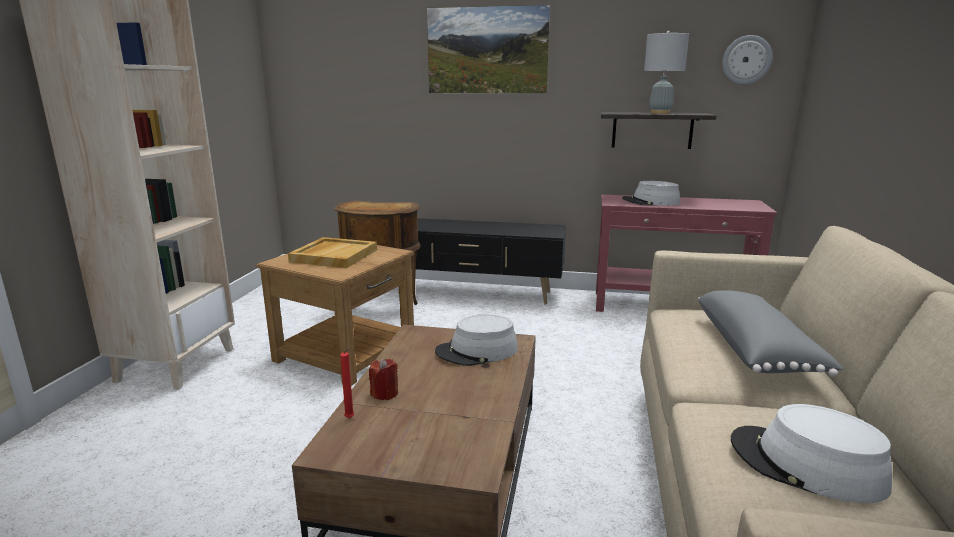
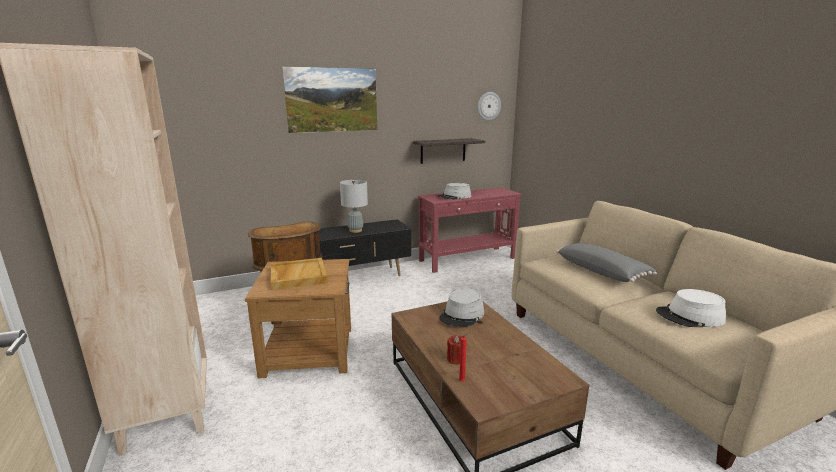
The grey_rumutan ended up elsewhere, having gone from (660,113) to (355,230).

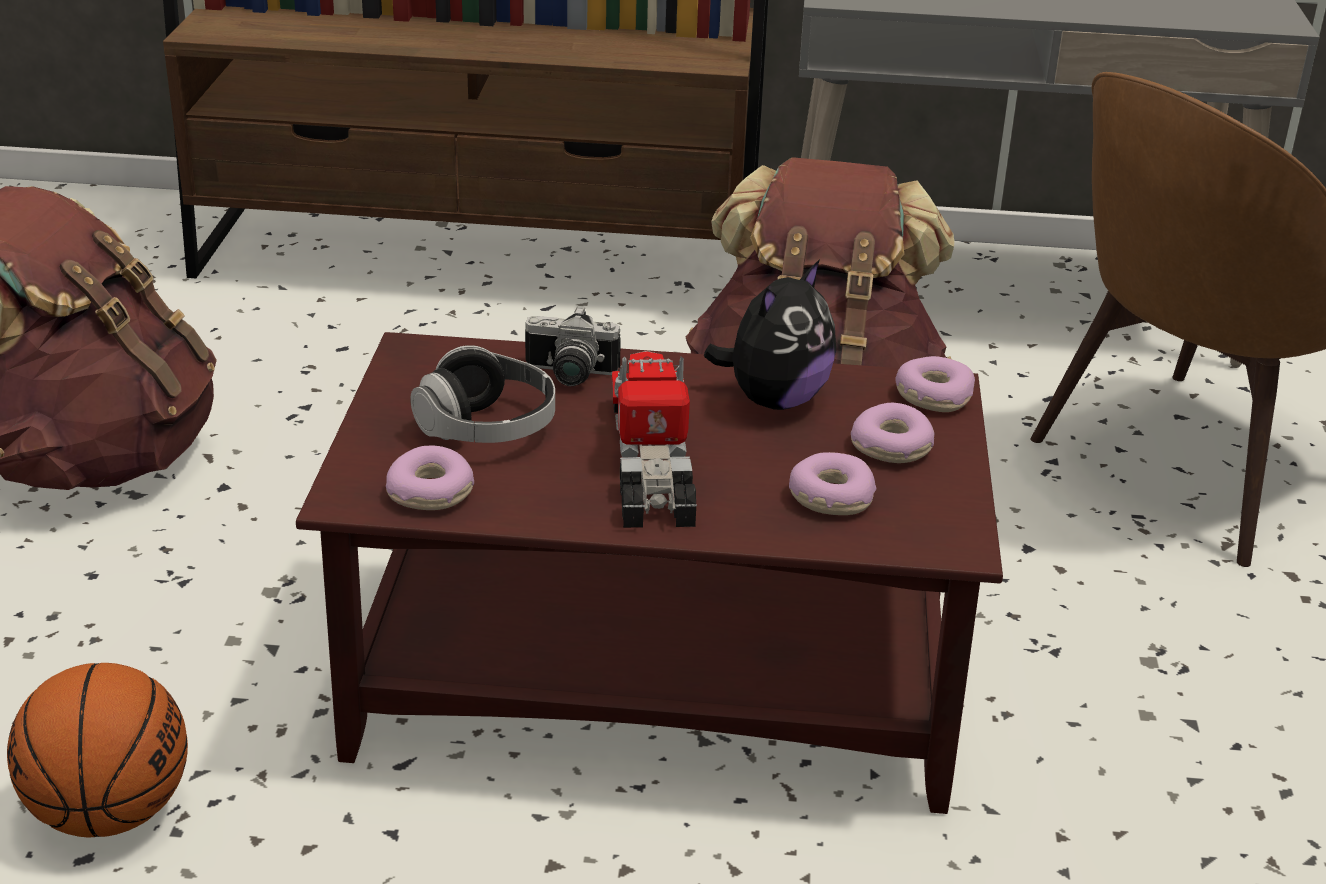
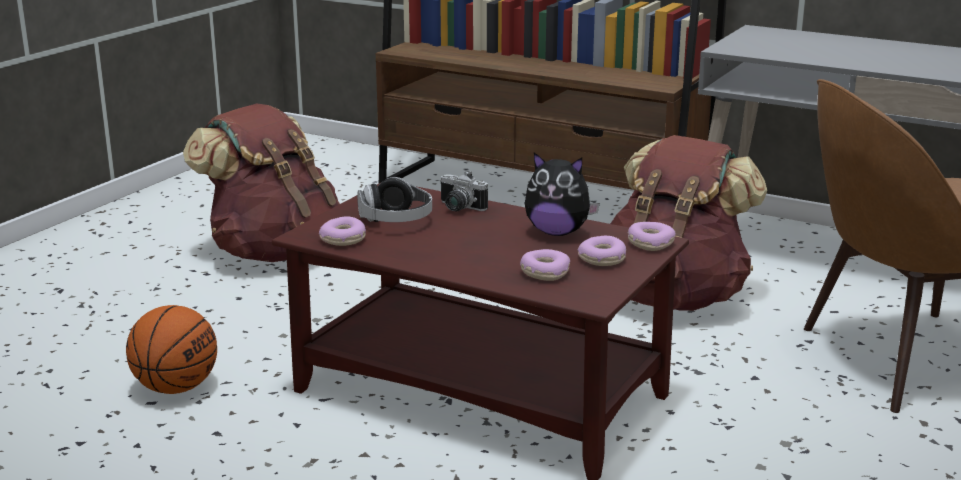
The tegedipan at (774,400) ended up facing another way, 45 degrees clockwise from before.
The second view lost the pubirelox at (652,461).

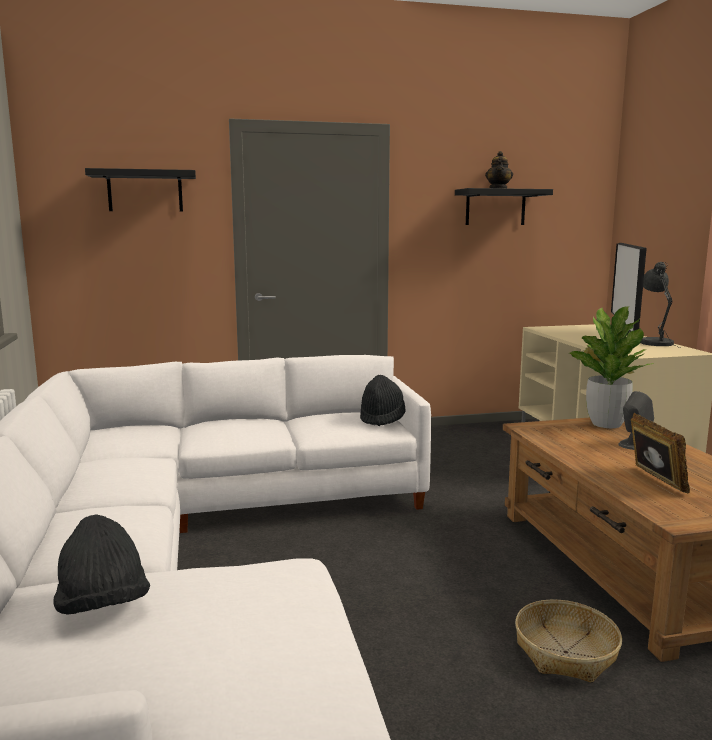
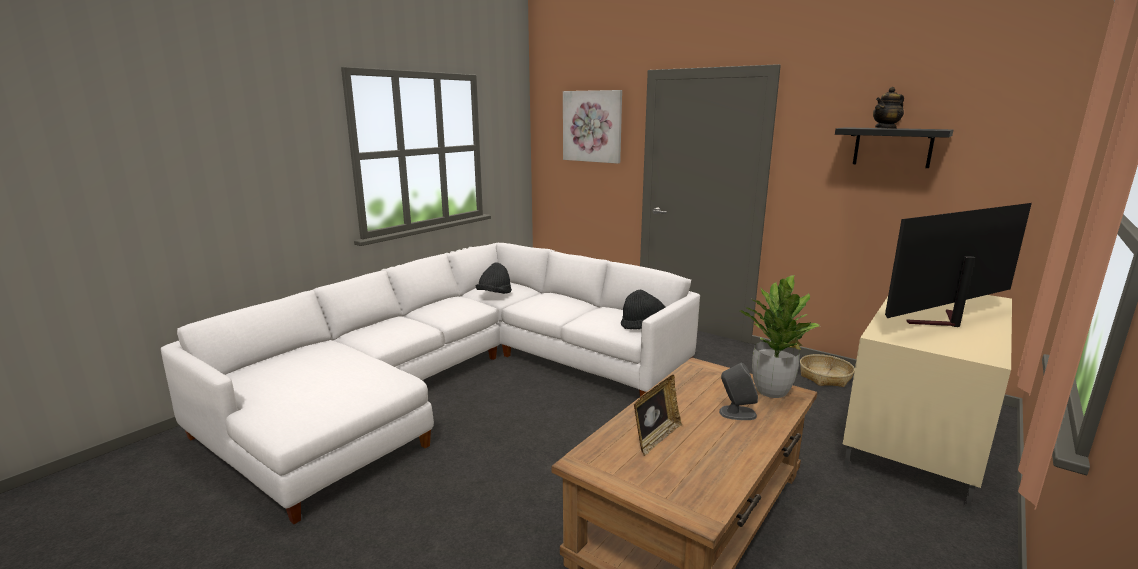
The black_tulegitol ended up elsewhere, having gone from (103,606) to (494,294).
Where the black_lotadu hung at (145,191), the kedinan came to hang at (592,126).
The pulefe ended up elsewhere, having gone from (566,652) to (825,377).
The second view lost the grey_rumutan at (655,343).

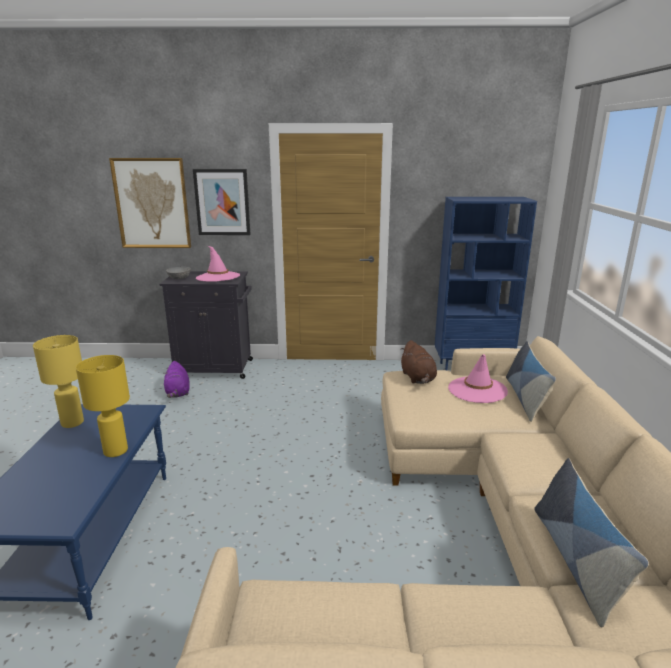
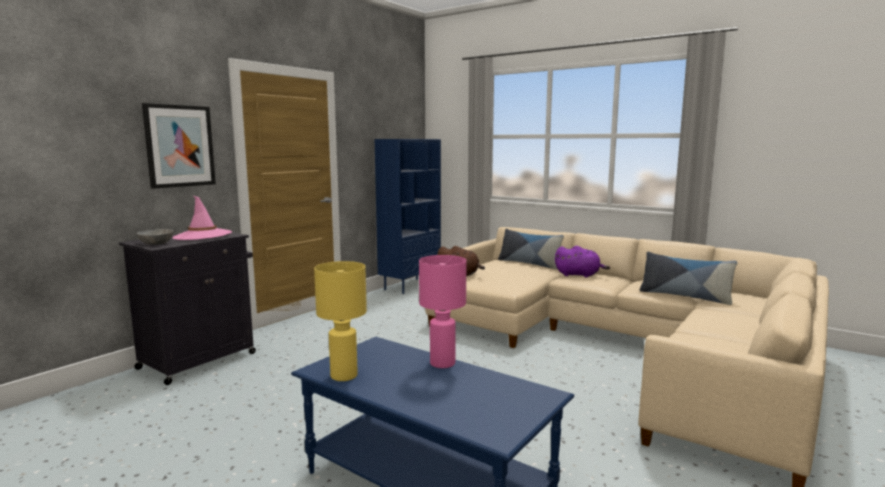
What was the yellow_rumutan at (116,451) turned into the pink_rumutan at (442,363).
The purple_tegedipan ended up elsewhere, having gone from (177,393) to (579,275).
The second view lost the kedinan at (152,203).
The second view lost the pink_tulegitol at (477,390).

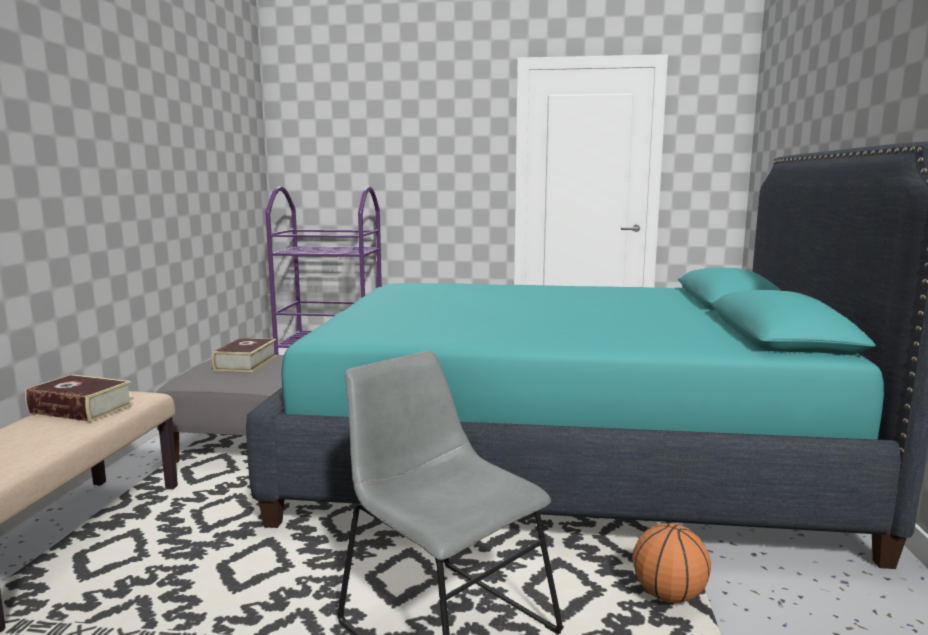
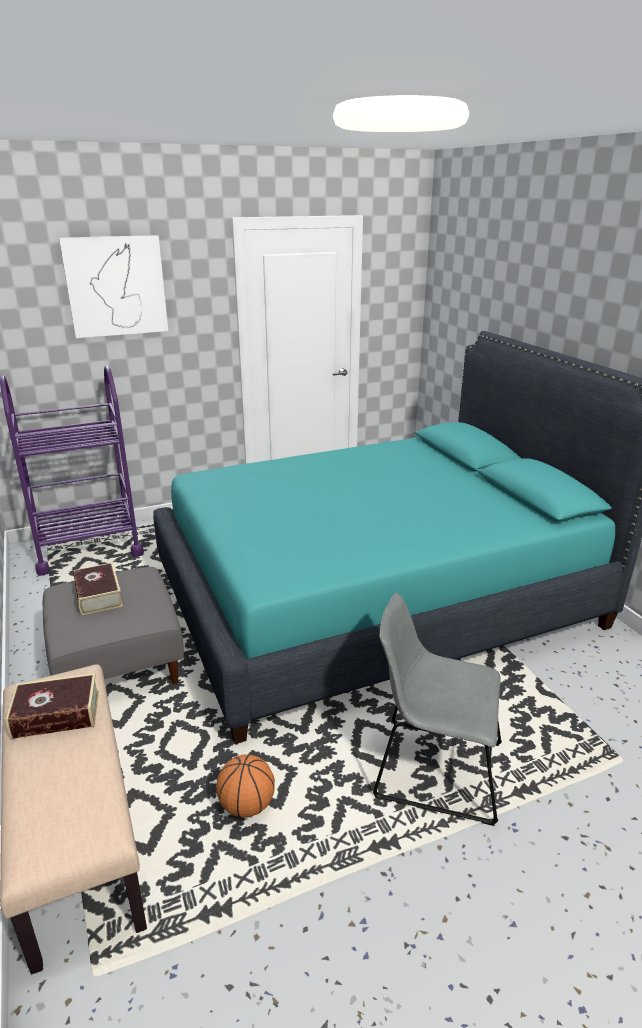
The second view gained the kedinan at (116,286).
The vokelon ended up elsewhere, having gone from (668,595) to (247,805).

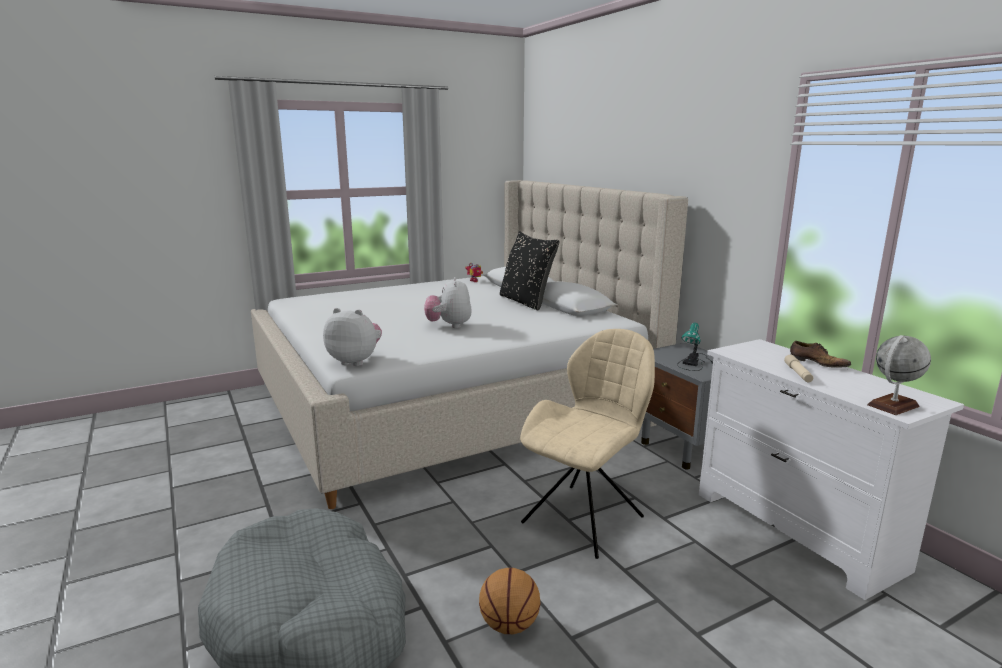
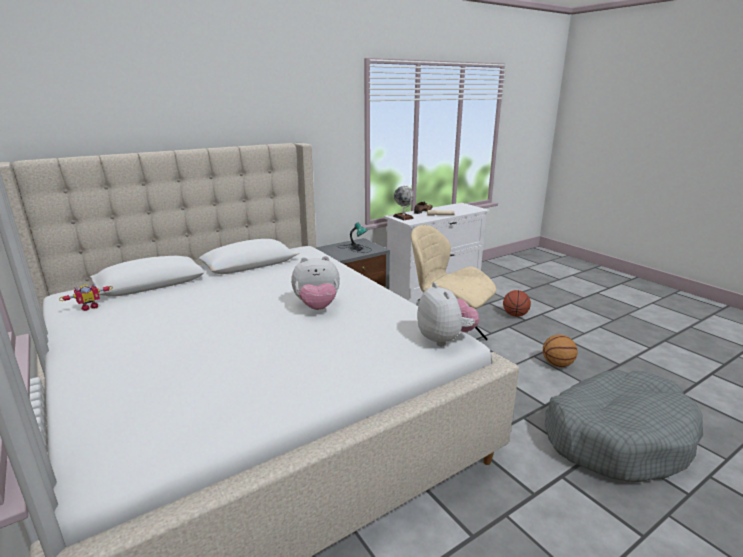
The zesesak ended up elsewhere, having gone from (893,406) to (403,217).
The tegedipan at (355,361) ended up facing another way, 150 degrees clockwise from before.
The second view gained the vokelon at (515,315).
The second view lost the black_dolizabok at (526,302).

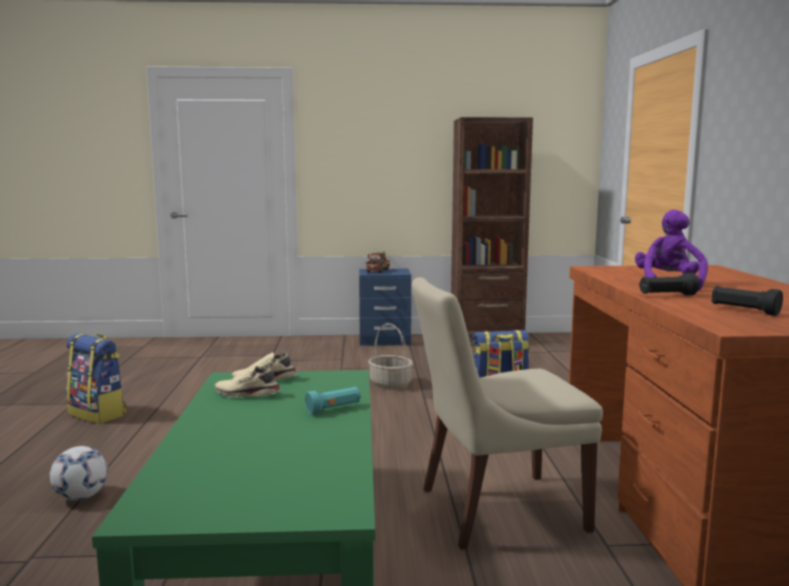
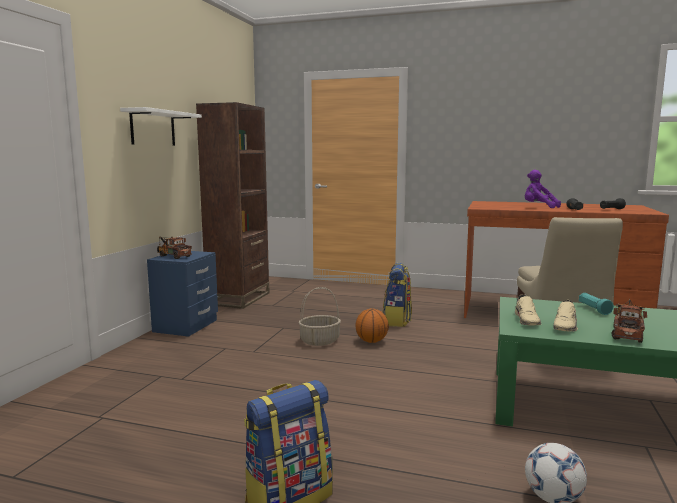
The second view gained the white_lotadu at (153,128).
The second view gained the vokelon at (371,341).
The second view gained the pubirelox at (627,333).

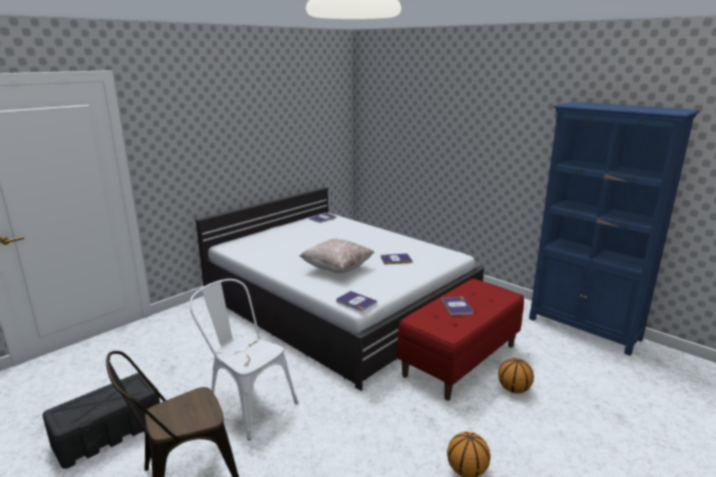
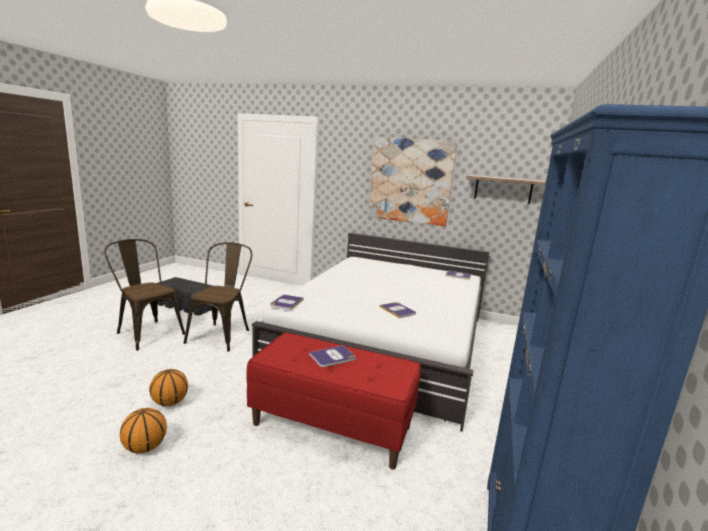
The vokelon ended up elsewhere, having gone from (514,389) to (169,403).
What was the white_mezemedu at (246,404) turned into the brown_mezemedu at (222,334).
The second view gained the kedinan at (410,181).
The second view gained the lotadu at (503,189).
The second view lost the beige_dolizabok at (337,269).

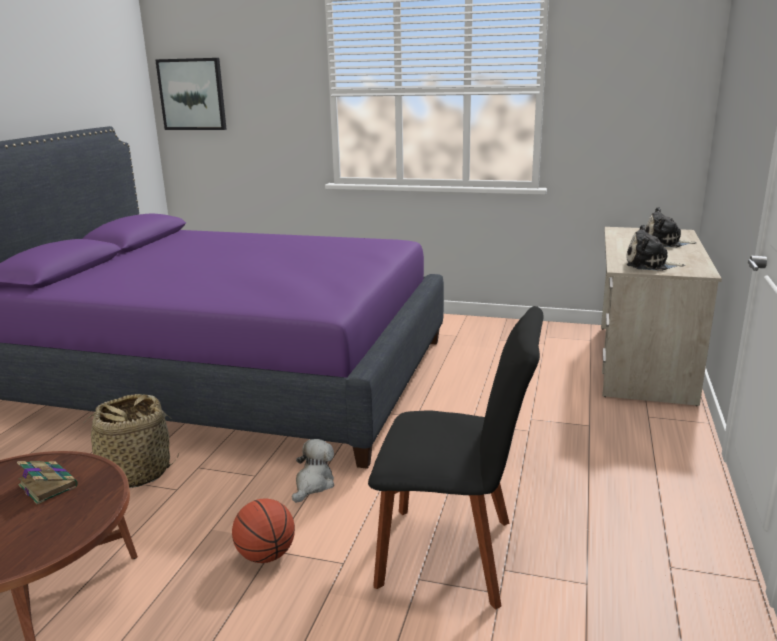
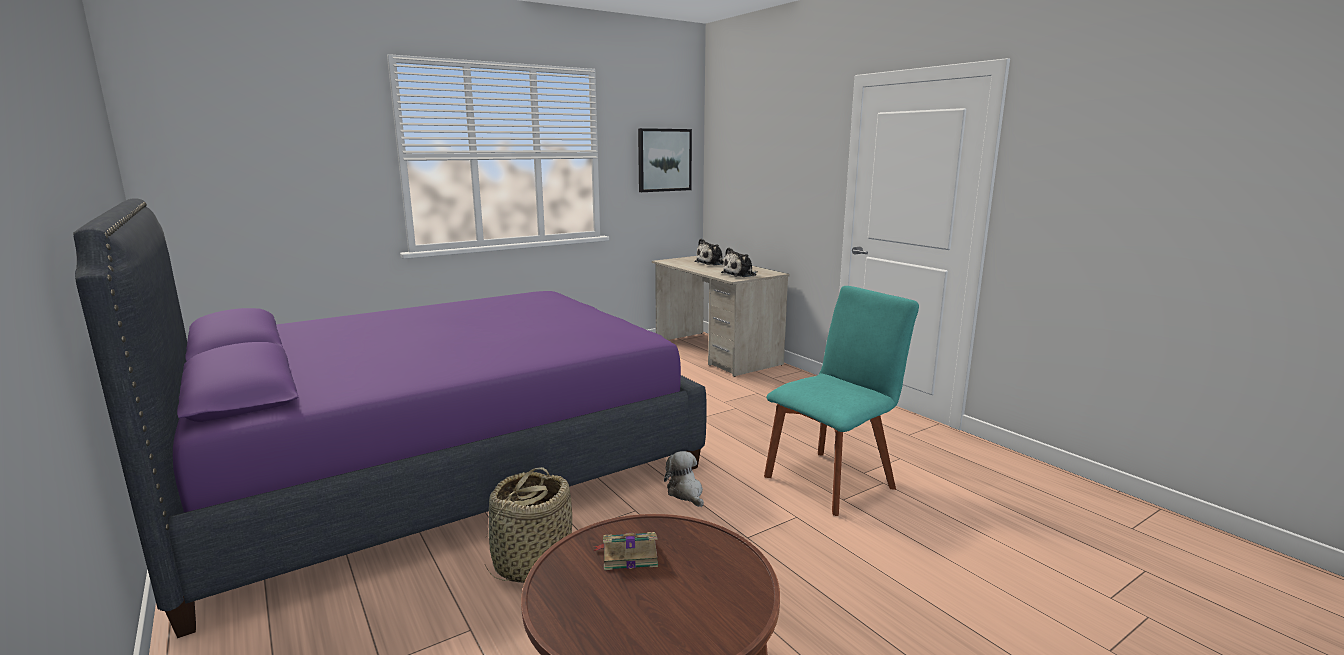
The kedinan ended up elsewhere, having gone from (192,94) to (664,160).
What was the black_mezemedu at (454,554) turned into the turquoise_mezemedu at (832,480).
The second view lost the vokelon at (266,555).

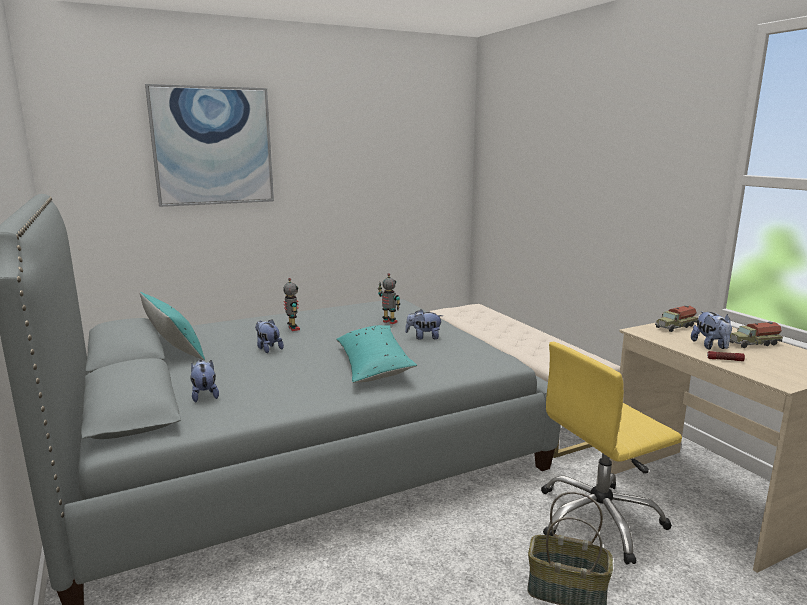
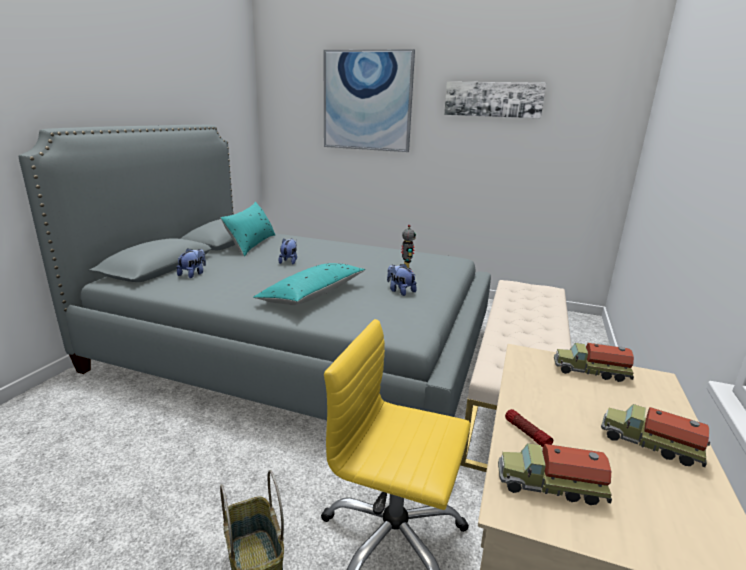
The second view gained the kedinan at (493,99).
The second view gained the pubirelox at (549,485).
The second view lost the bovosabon at (292,329).
The second view lost the tegedipan at (710,346).

